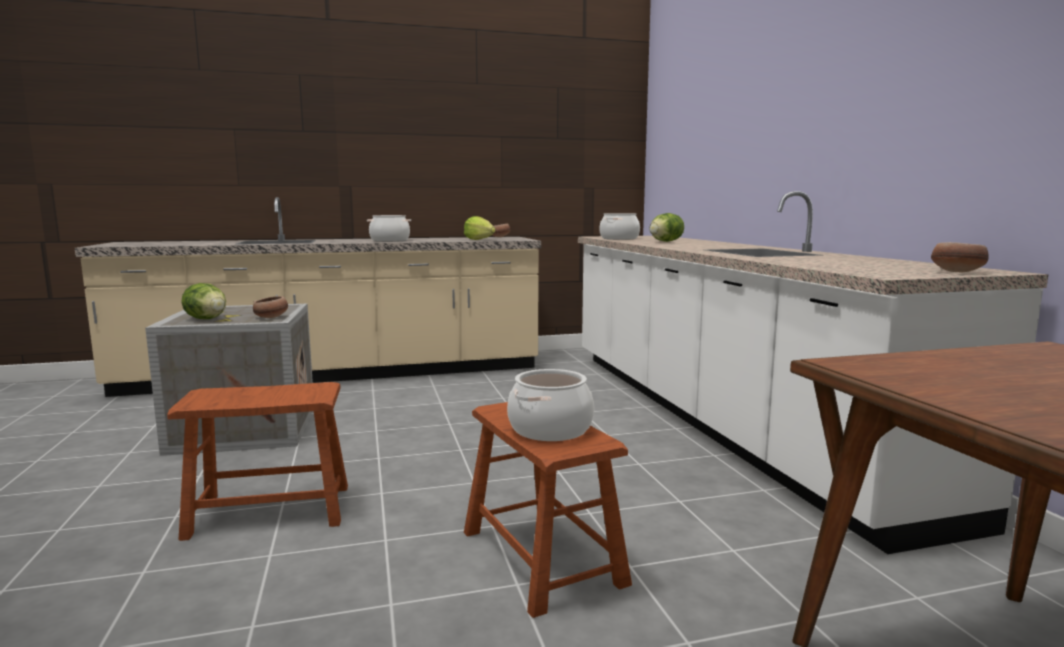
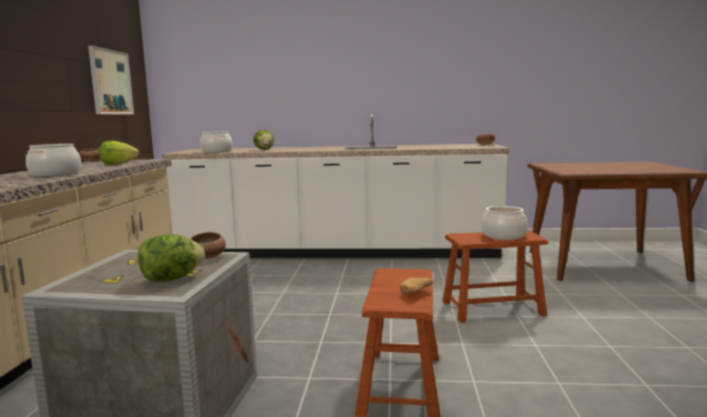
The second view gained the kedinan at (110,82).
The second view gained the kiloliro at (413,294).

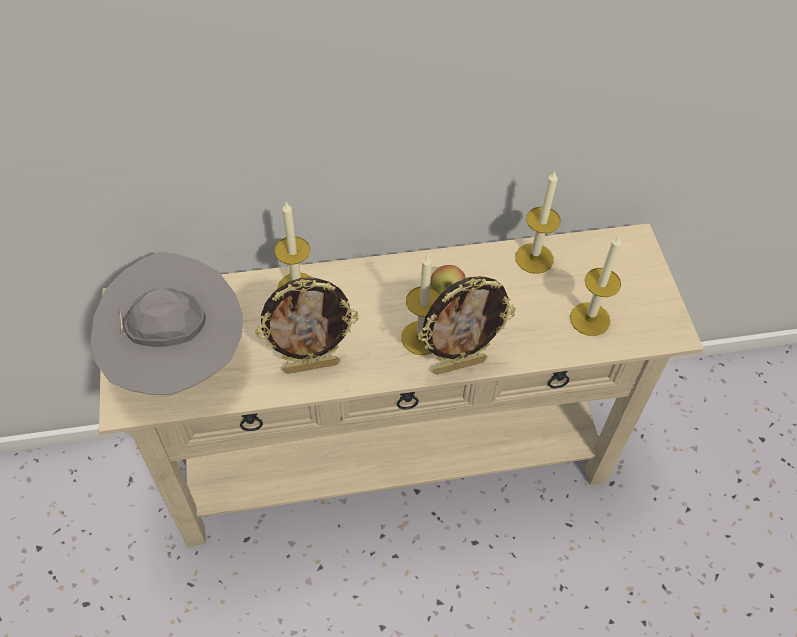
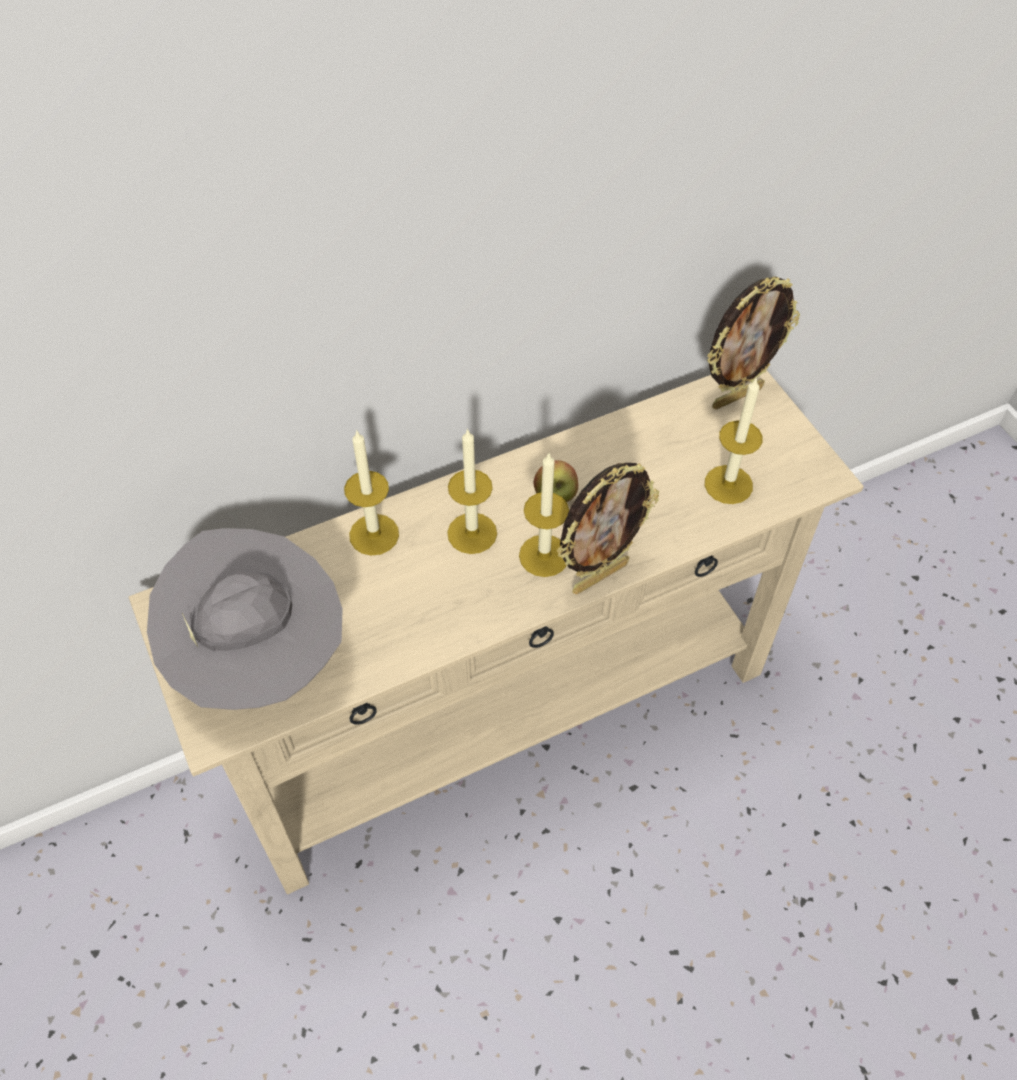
The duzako ended up elsewhere, having gone from (534,258) to (472,533).
The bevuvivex ended up elsewhere, having gone from (311,365) to (736,396).

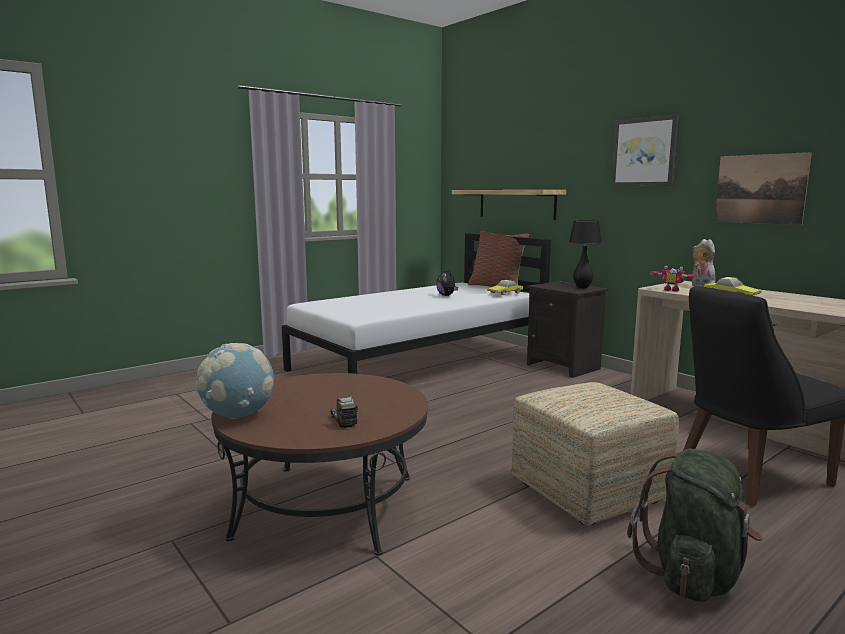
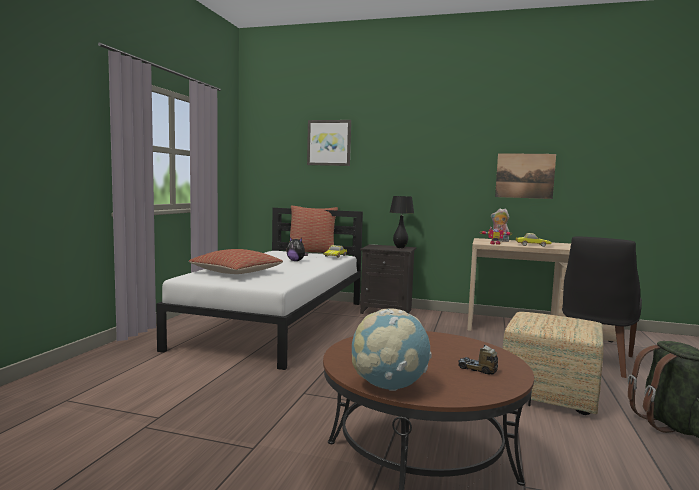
The second view gained the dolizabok at (237,273).
The kedinan ended up elsewhere, having gone from (644,152) to (329,143).
The second view lost the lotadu at (516,204).

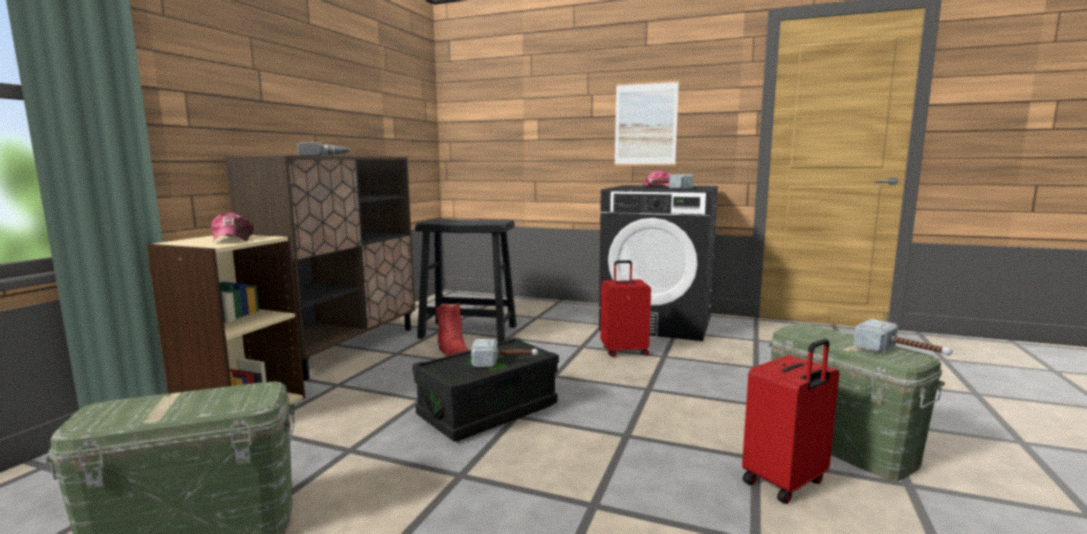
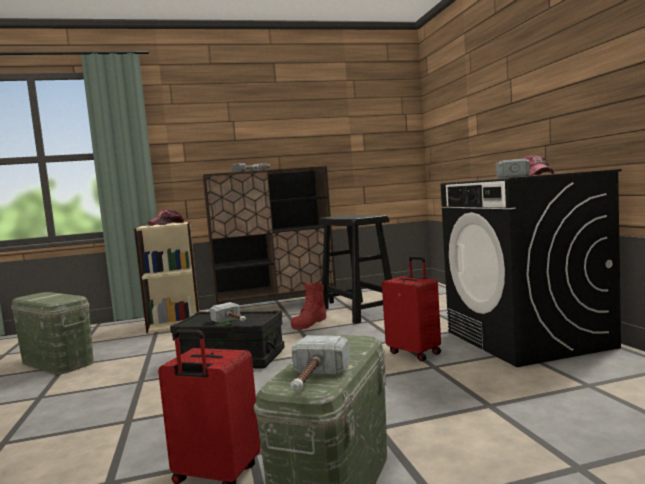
The second view lost the kedinan at (645,124).

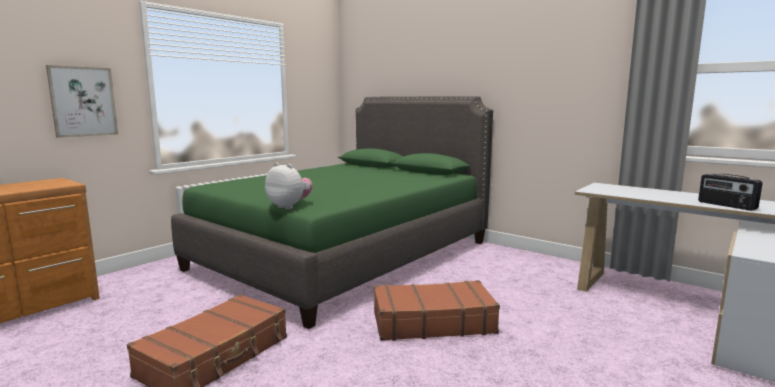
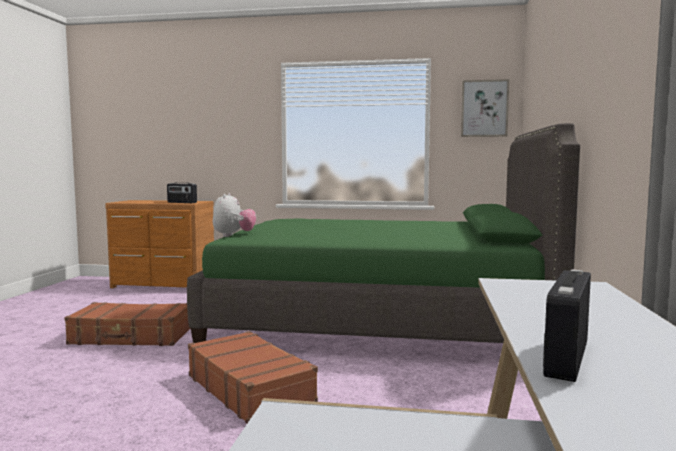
The second view gained the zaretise at (181,202).
The kedinan ended up elsewhere, having gone from (83,101) to (484,108).

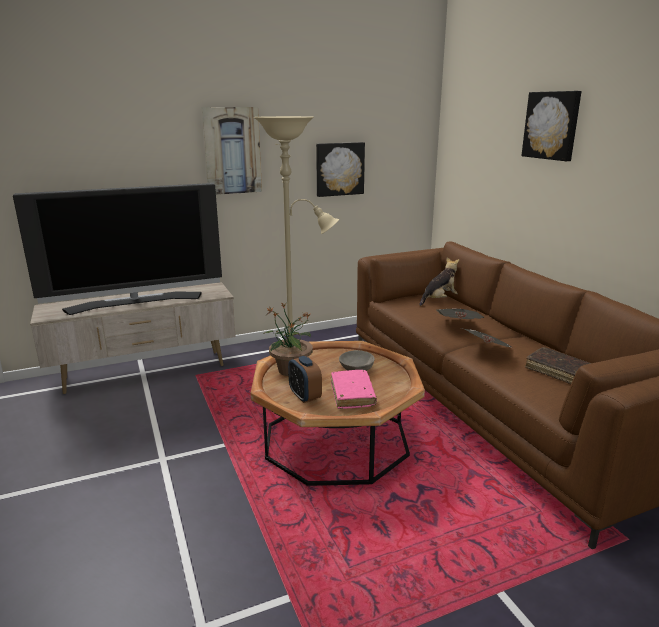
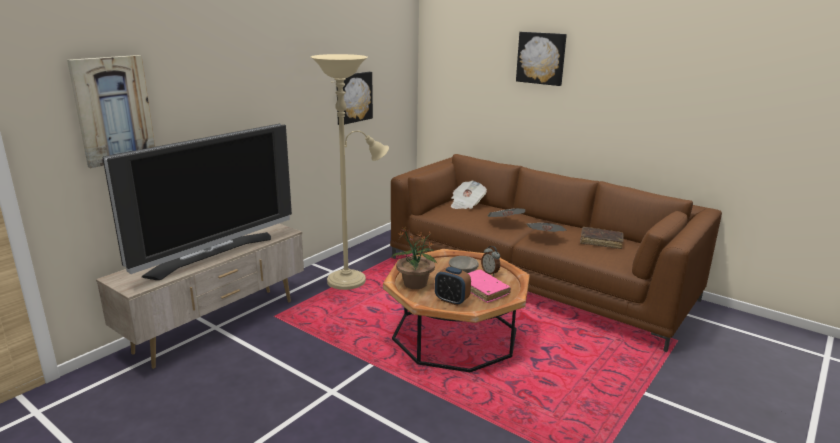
The kedinan ended up elsewhere, having gone from (232,151) to (113,110).
Where the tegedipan stood at (439,300), the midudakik came to stand at (466,204).
The second view gained the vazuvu at (490,272).

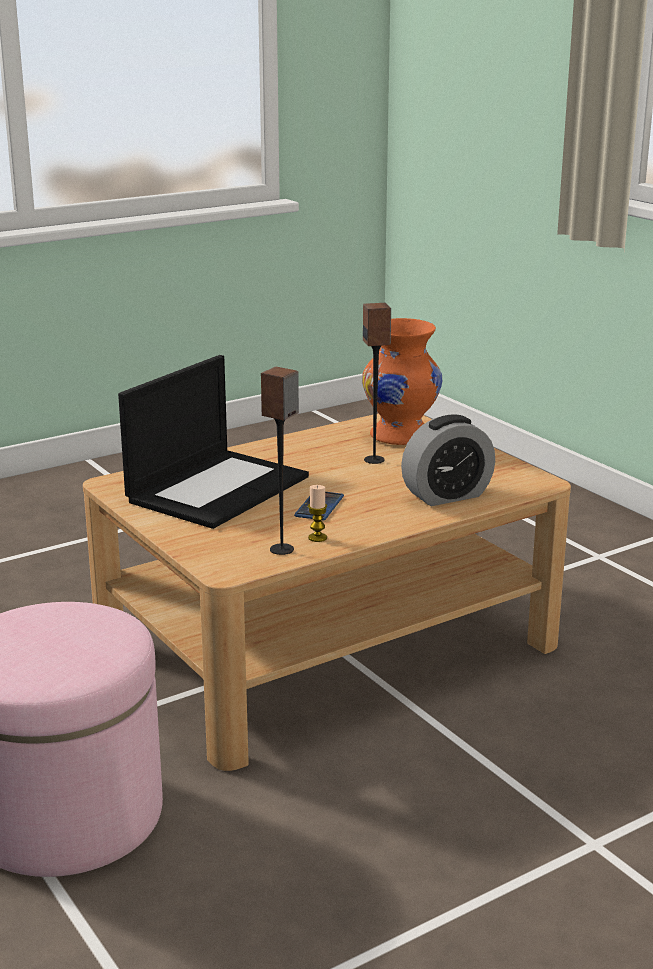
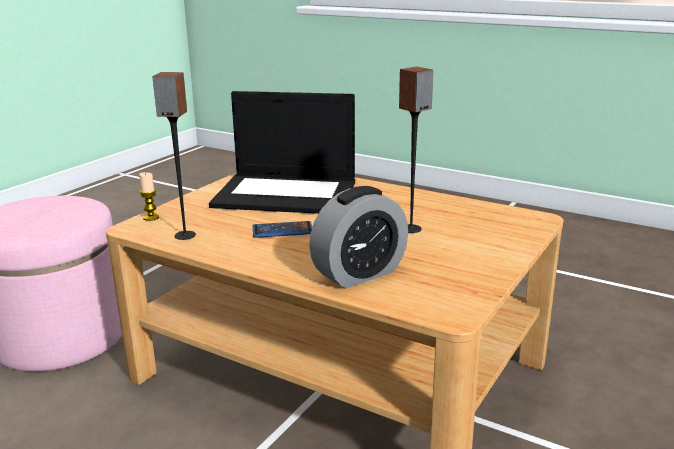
The duzako ended up elsewhere, having gone from (317,538) to (151,217).
The vazuvu at (447,495) ended up facing another way, 75 degrees counterclockwise from before.
The second view lost the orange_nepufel at (402,436).

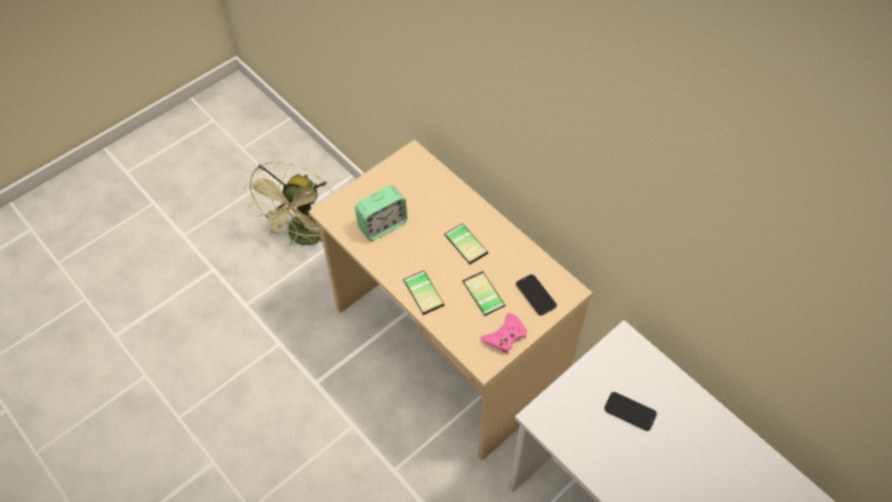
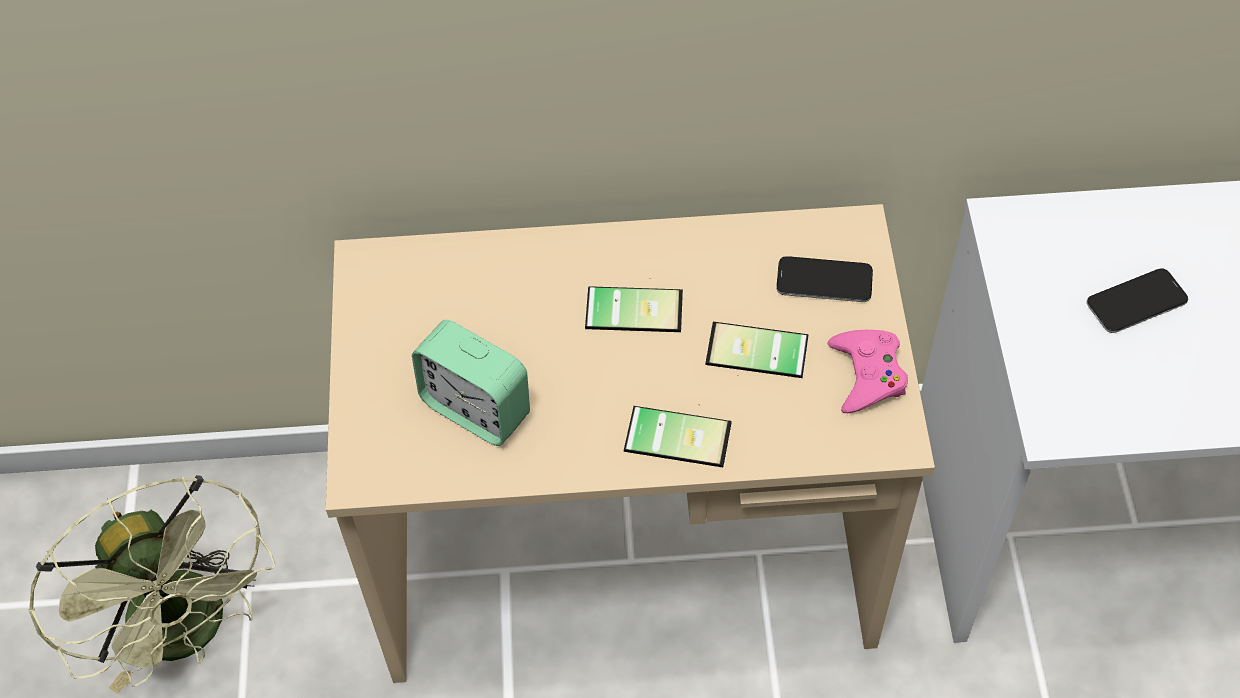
The vazuvu at (382,225) ended up facing another way, 120 degrees clockwise from before.

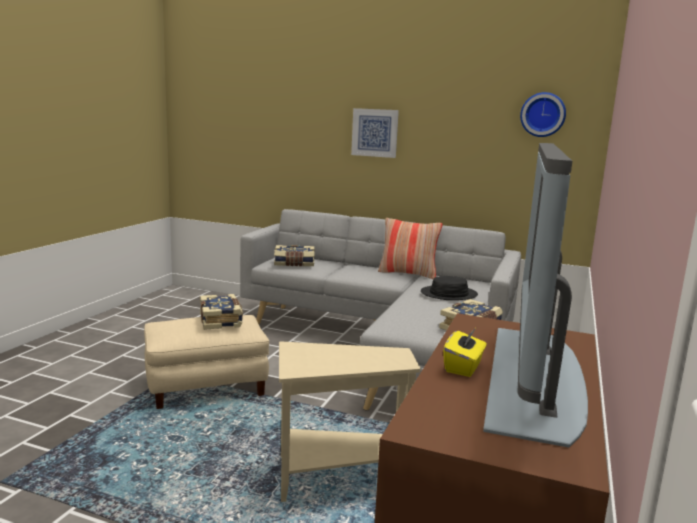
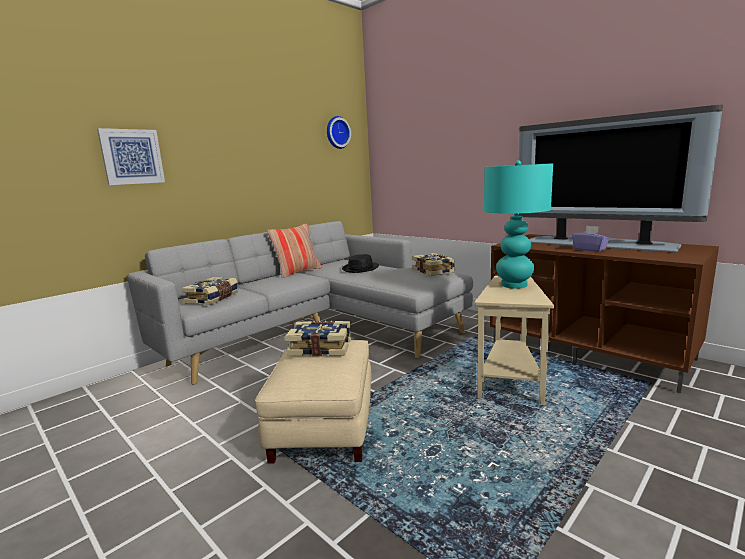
The kedinan ended up elsewhere, having gone from (375,132) to (132,157).
The second view gained the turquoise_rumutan at (513,285).
What was the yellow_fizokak at (463,367) turned into the purple_fizokak at (589,250).

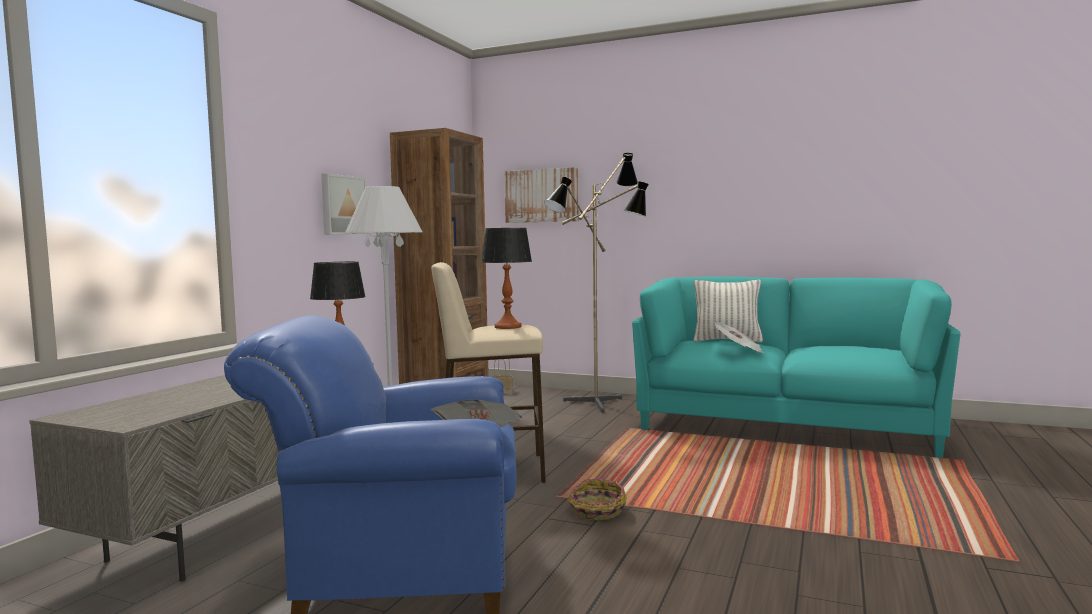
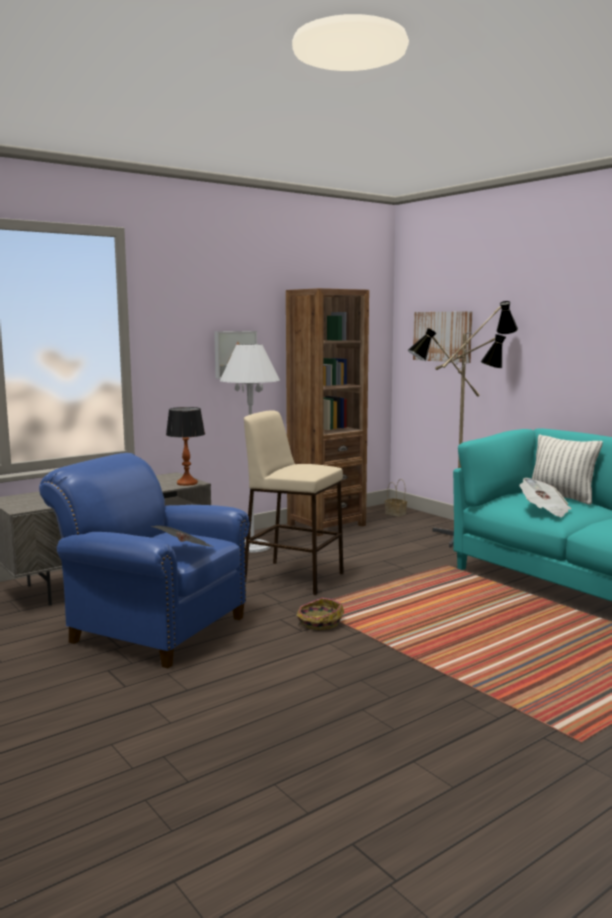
The second view lost the rumutan at (508,327).

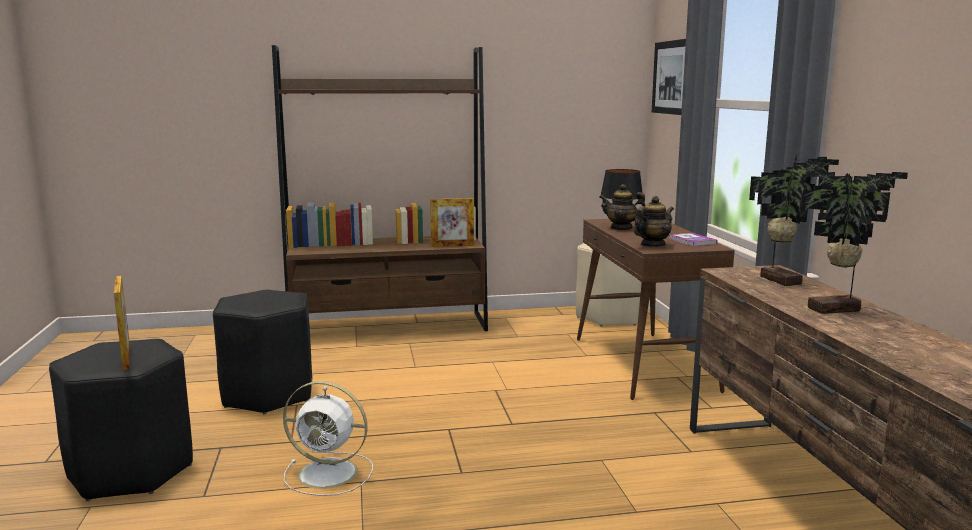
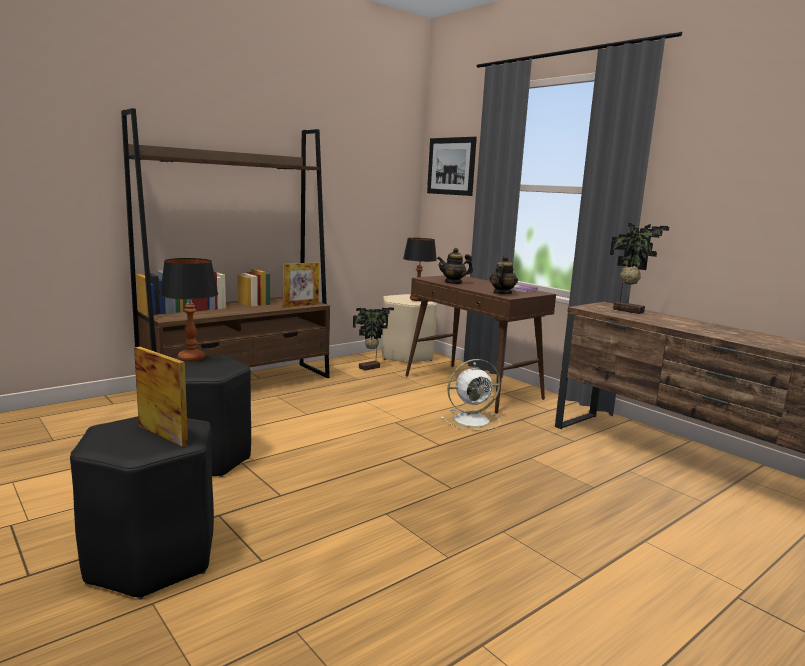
The second view gained the rumutan at (192,358).
The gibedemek ended up elsewhere, having gone from (836,310) to (370,368).
The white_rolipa ended up elsewhere, having gone from (330,474) to (473,420).

